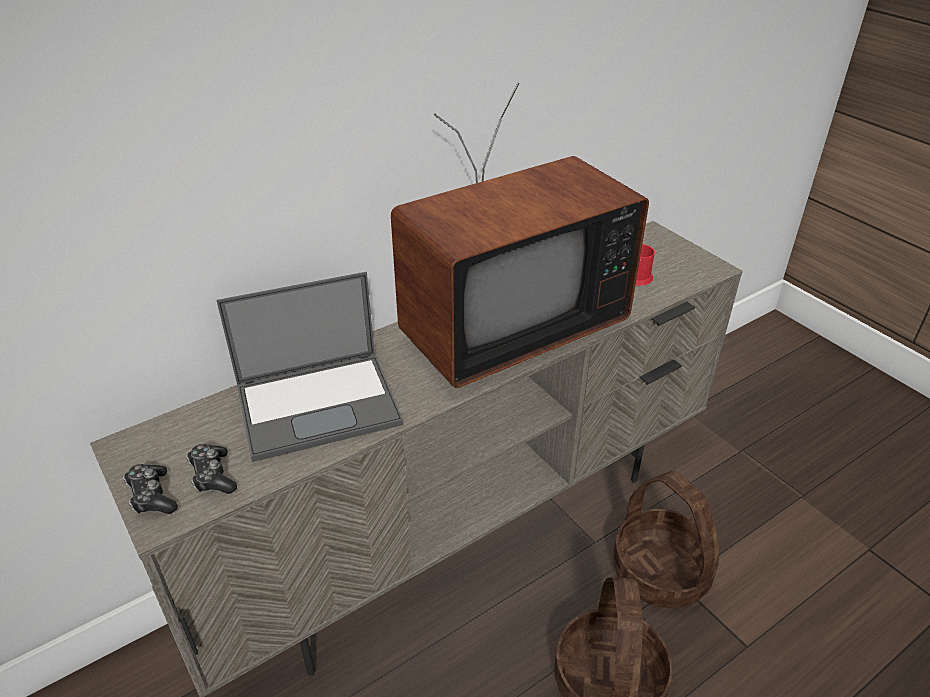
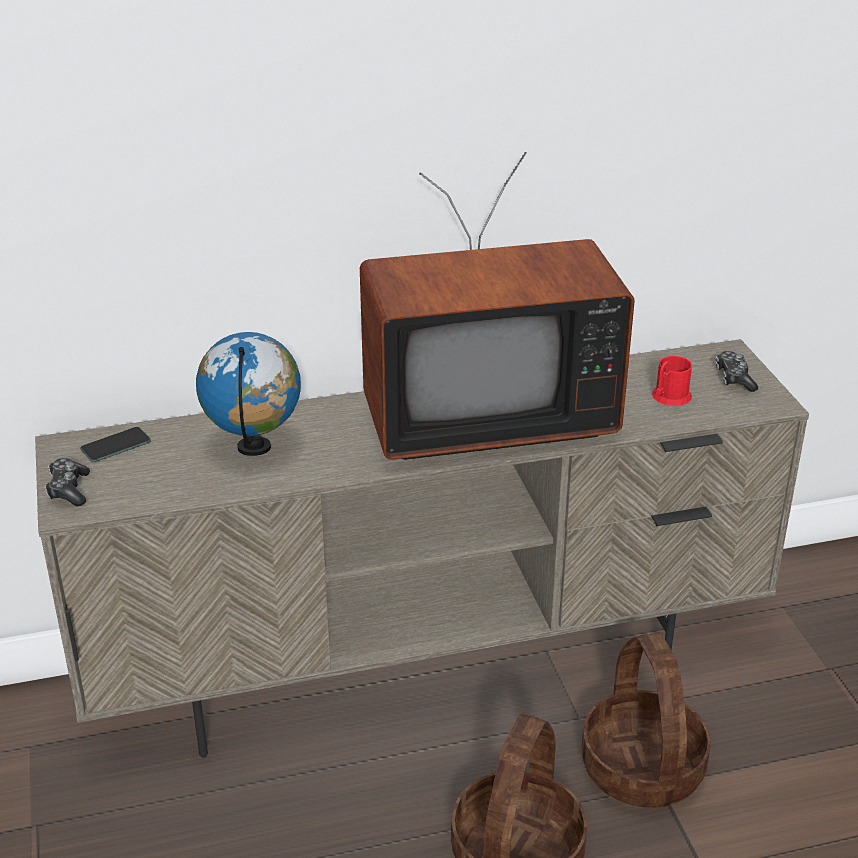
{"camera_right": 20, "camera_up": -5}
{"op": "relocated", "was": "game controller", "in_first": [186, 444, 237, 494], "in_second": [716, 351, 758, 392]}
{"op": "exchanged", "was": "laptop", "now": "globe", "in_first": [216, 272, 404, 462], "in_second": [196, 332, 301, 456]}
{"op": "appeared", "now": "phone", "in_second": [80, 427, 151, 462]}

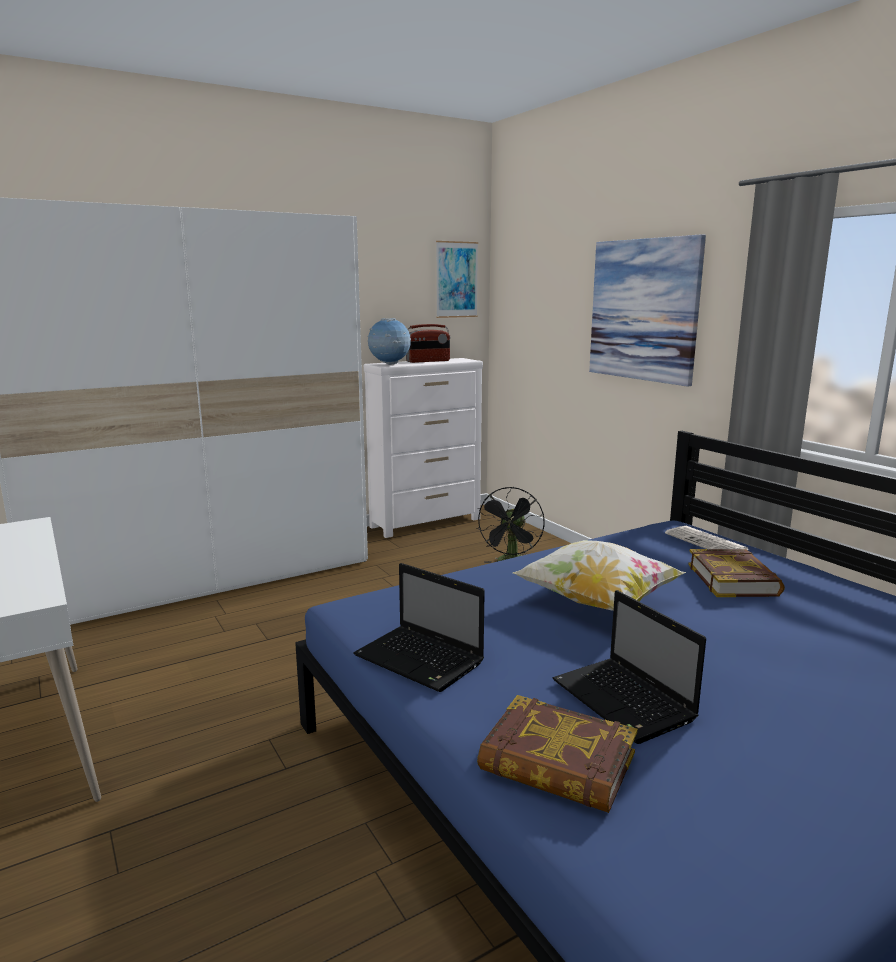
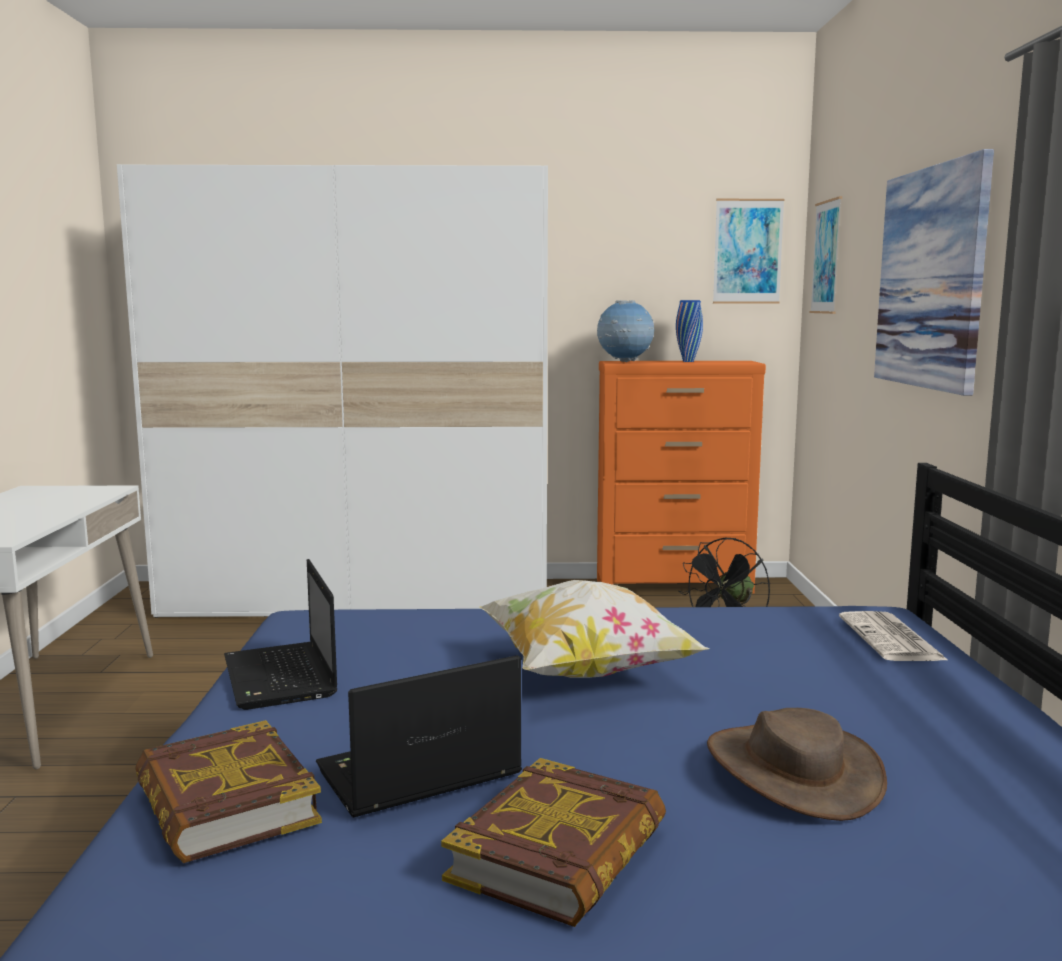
{"camera_right": 30, "camera_up": -5}
{"op": "colour", "was": "white dresser", "now": "orange dresser", "in_first": [364, 358, 483, 538], "in_second": [597, 361, 766, 593]}
{"op": "exchanged", "was": "radio", "now": "blue vase", "in_first": [406, 324, 450, 363], "in_second": [676, 300, 703, 362]}
{"op": "spun", "was": "laptop", "in_first": [553, 590, 706, 744], "in_second": [316, 655, 522, 818], "clockwise": 60}
{"op": "relocated", "was": "book", "in_first": [688, 549, 785, 597], "in_second": [441, 758, 666, 927]}
{"op": "appeared", "now": "brown hat", "in_second": [707, 708, 887, 821]}
{"op": "appeared", "now": "picture", "in_second": [809, 196, 842, 314]}

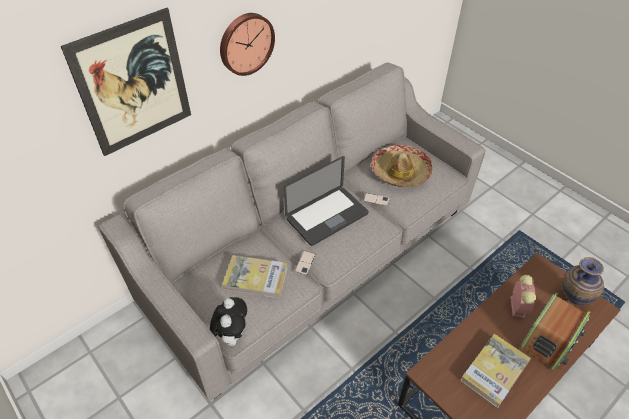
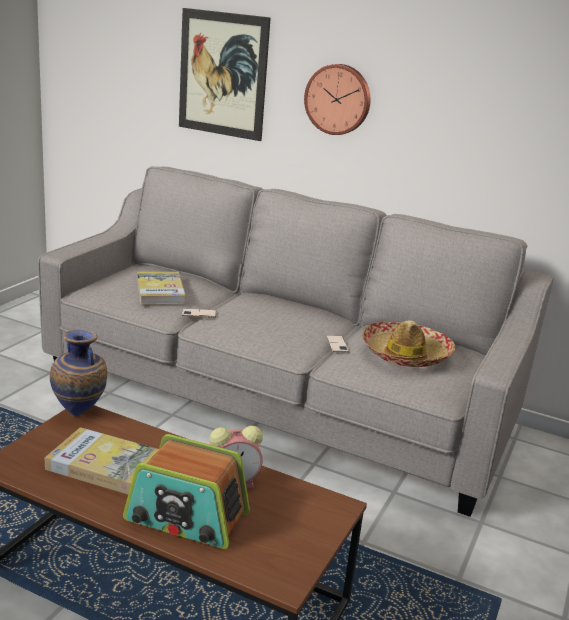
{"camera_right": 65, "camera_up": -25}
{"op": "missing", "was": "plush toy", "in_first": [210, 297, 247, 346]}
{"op": "missing", "was": "laptop", "in_first": [283, 156, 369, 246]}
{"op": "relocated", "was": "vase", "in_first": [562, 257, 604, 305], "in_second": [50, 330, 107, 417]}

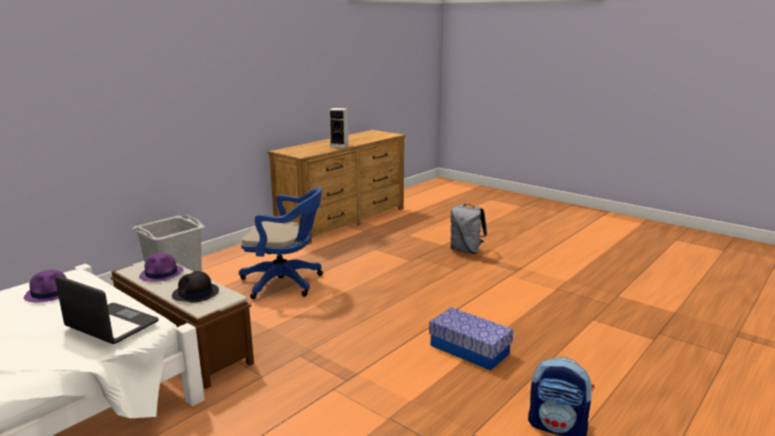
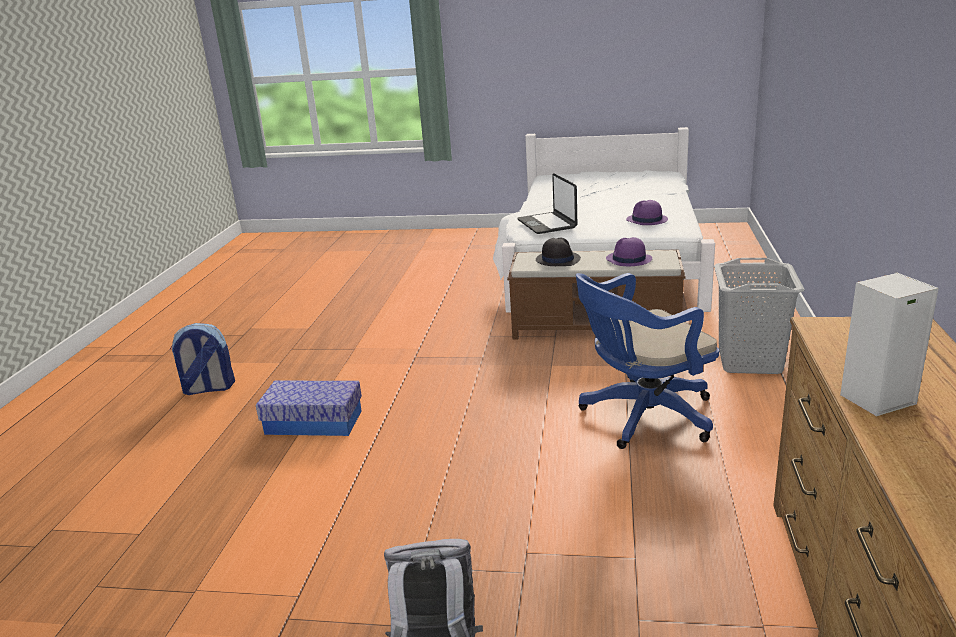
{"camera_right": 150, "camera_up": 5}
{"op": "spun", "was": "laptop", "in_first": [55, 276, 159, 344], "in_second": [517, 173, 578, 234], "clockwise": 75}

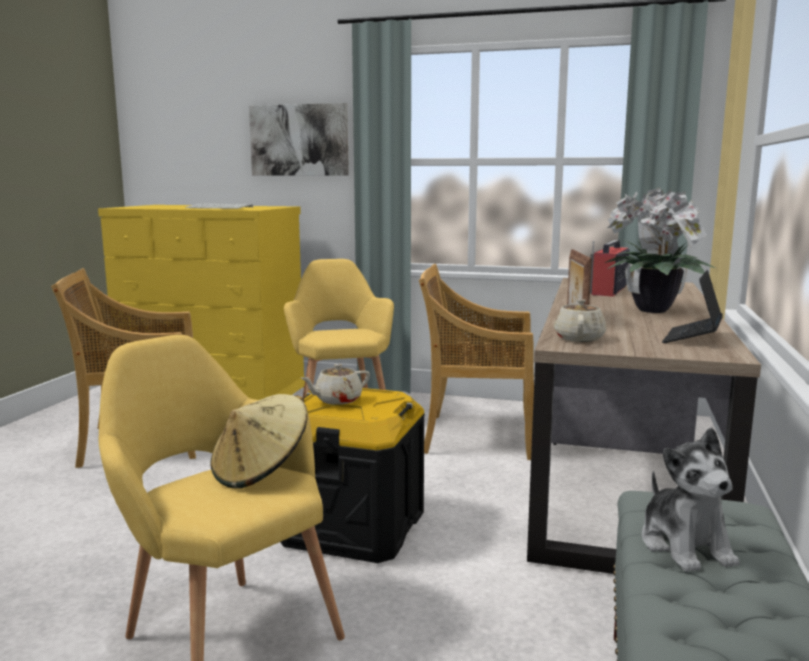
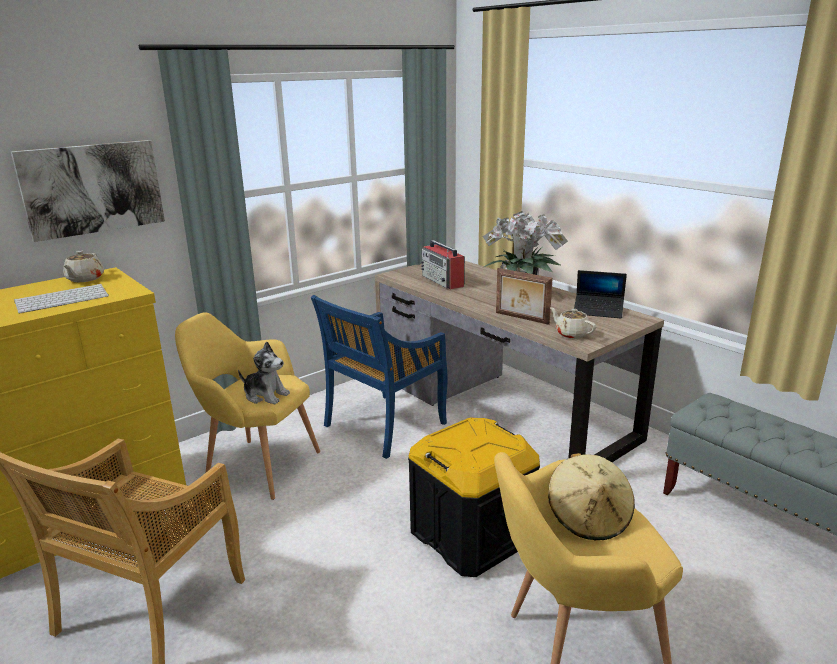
{"camera_right": -55, "camera_up": 10}
{"op": "relocated", "was": "beige teapot", "in_first": [301, 364, 370, 405], "in_second": [63, 251, 104, 282]}
{"op": "colour", "was": "beige chair", "now": "blue chair", "in_first": [419, 264, 534, 460], "in_second": [311, 295, 448, 459]}
{"op": "relocated", "was": "plush toy", "in_first": [641, 428, 739, 572], "in_second": [238, 341, 290, 404]}
{"op": "spun", "was": "laptop", "in_first": [662, 270, 723, 343], "in_second": [574, 270, 627, 318], "clockwise": -45}

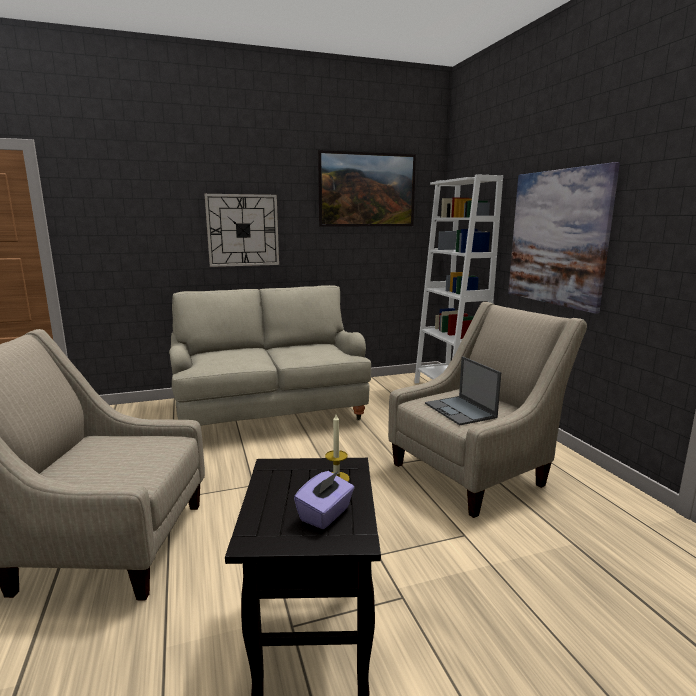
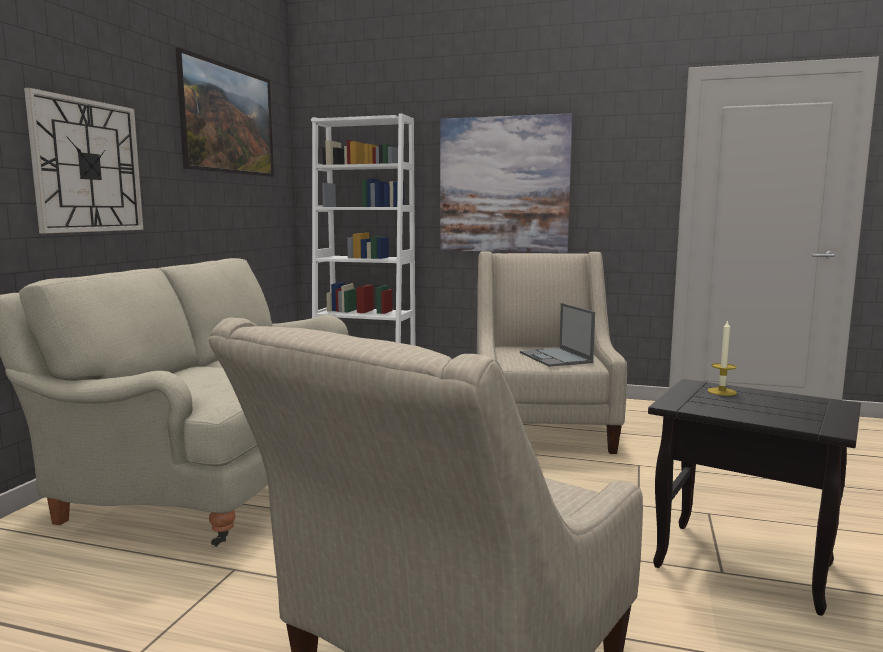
{"camera_right": -55, "camera_up": -5}
{"op": "missing", "was": "purple tissue box", "in_first": [294, 471, 354, 529]}
{"op": "spun", "was": "laptop", "in_first": [425, 356, 501, 425], "in_second": [520, 303, 595, 367], "clockwise": 60}

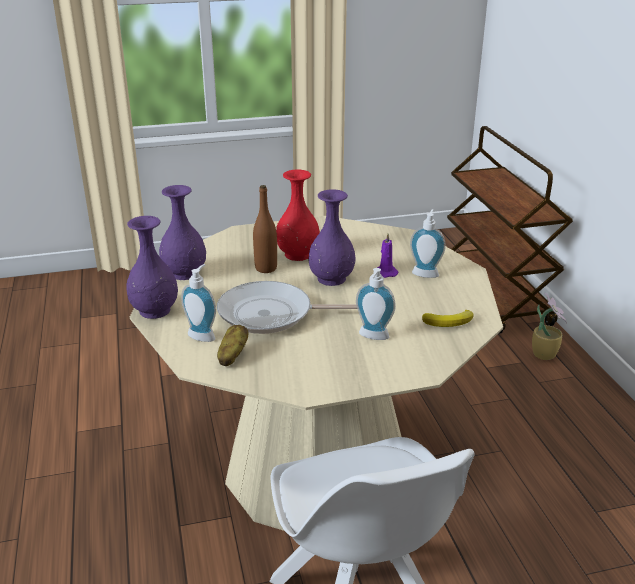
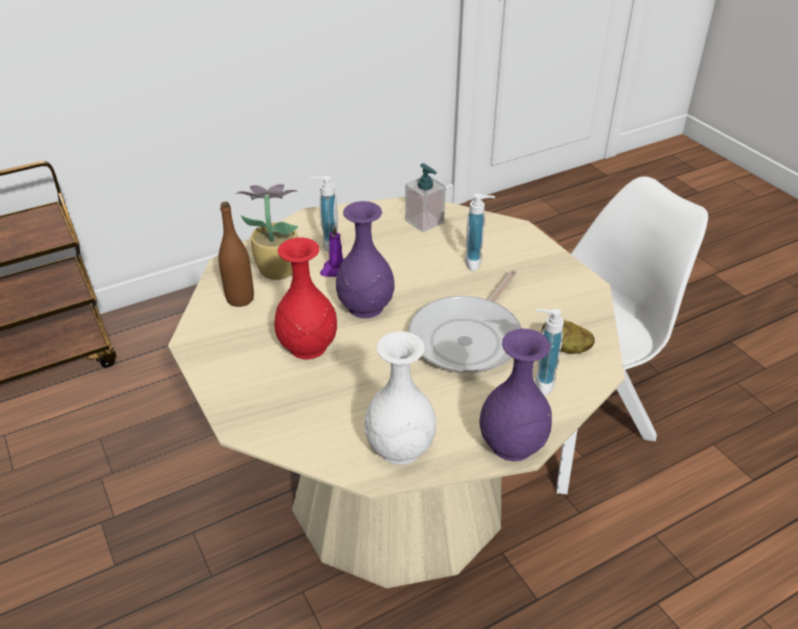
{"camera_right": -105, "camera_up": 10}
{"op": "colour", "was": "purple vase", "now": "white vase", "in_first": [159, 185, 206, 280], "in_second": [365, 331, 436, 465]}
{"op": "spun", "was": "frying pan", "in_first": [217, 281, 357, 334], "in_second": [409, 270, 522, 374], "clockwise": 45}
{"op": "relocated", "was": "brown bottle", "in_first": [253, 185, 277, 273], "in_second": [218, 202, 254, 307]}
{"op": "exchanged", "was": "banana", "now": "soap dispenser", "in_first": [422, 310, 474, 327], "in_second": [405, 163, 446, 232]}
{"op": "relocated", "was": "potted plant", "in_first": [532, 292, 567, 360], "in_second": [235, 183, 299, 280]}

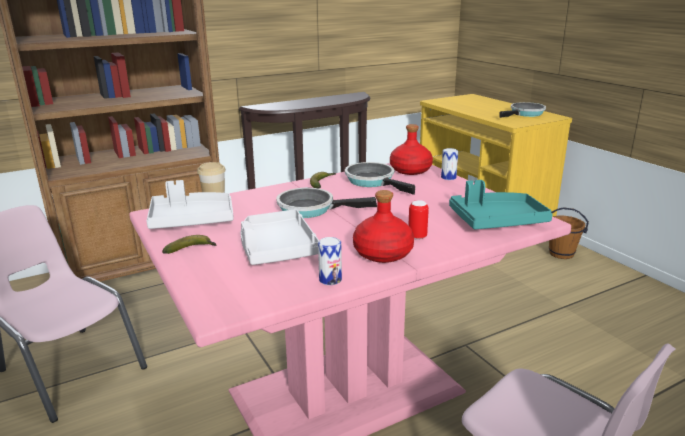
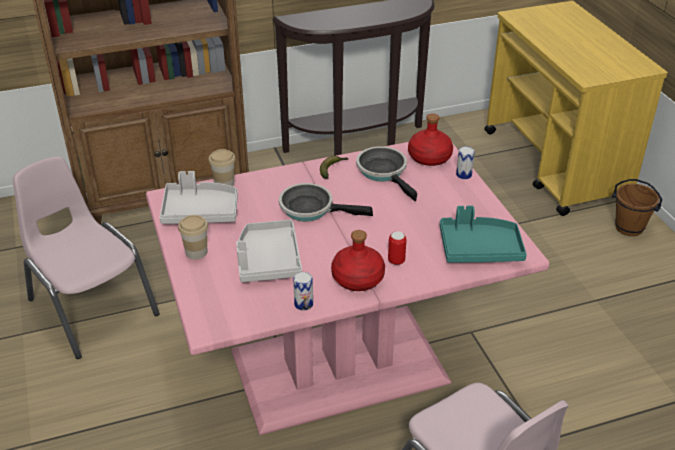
{"camera_right": 10, "camera_up": 15}
{"op": "exchanged", "was": "banana", "now": "cup", "in_first": [162, 235, 217, 254], "in_second": [178, 215, 208, 260]}
{"op": "missing", "was": "frying pan", "in_first": [500, 102, 546, 118]}

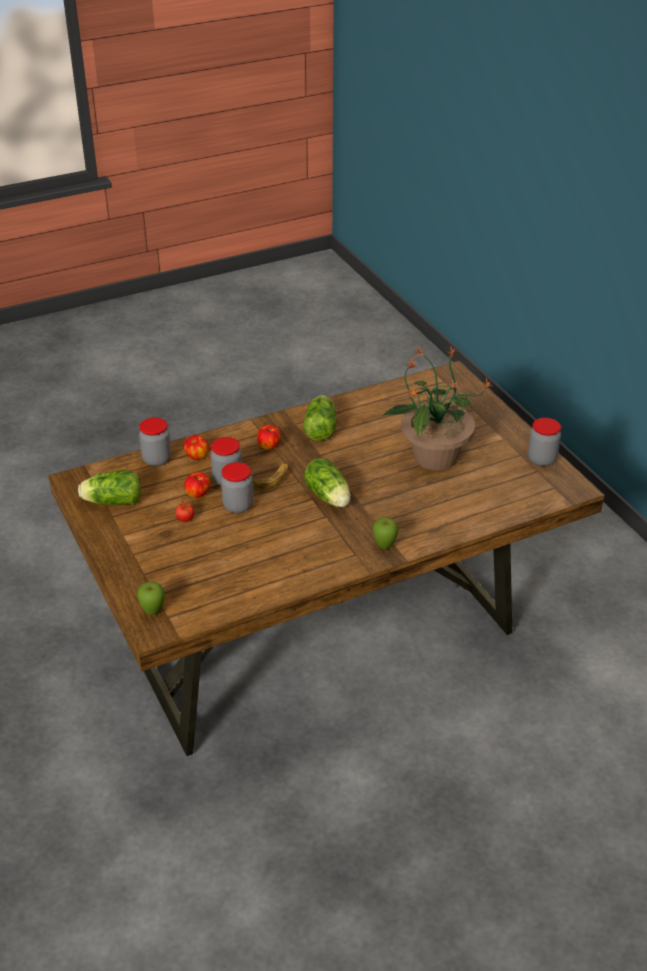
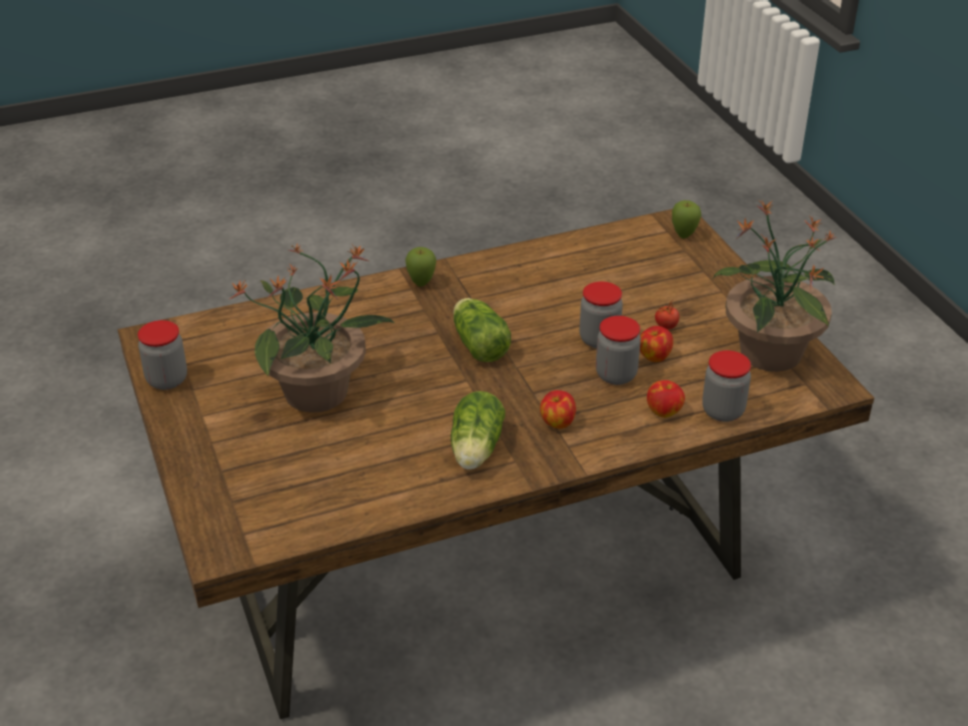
{"camera_right": -175, "camera_up": 0}
{"op": "exchanged", "was": "lettuce", "now": "potted plant", "in_first": [78, 470, 141, 505], "in_second": [713, 200, 837, 372]}
{"op": "missing", "was": "banana", "in_first": [253, 463, 288, 489]}

